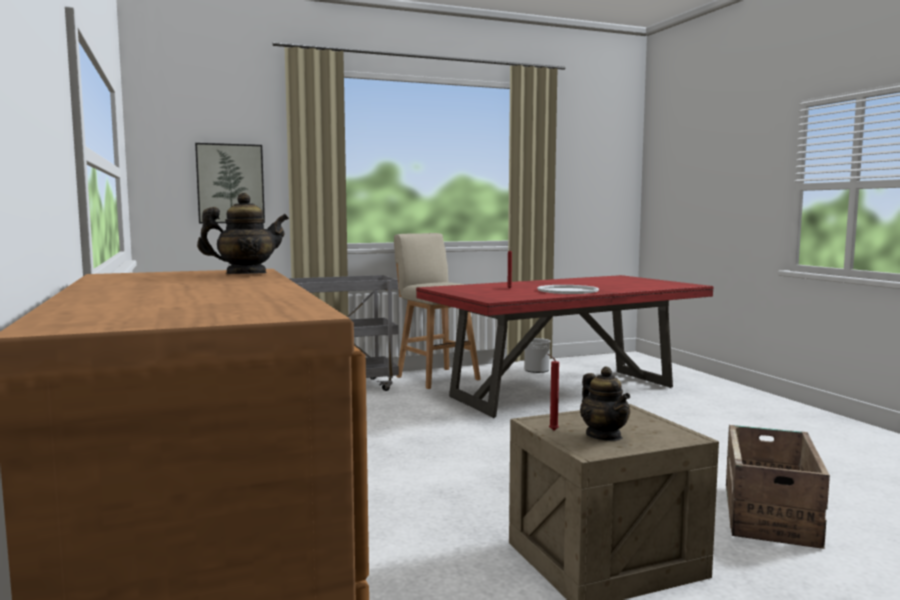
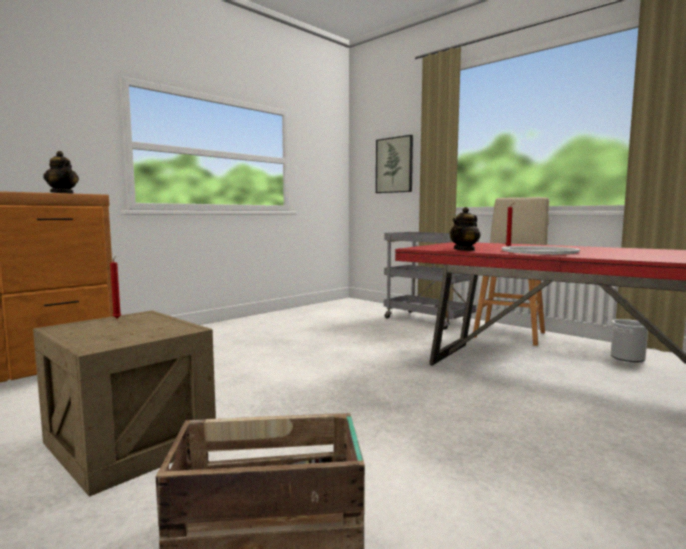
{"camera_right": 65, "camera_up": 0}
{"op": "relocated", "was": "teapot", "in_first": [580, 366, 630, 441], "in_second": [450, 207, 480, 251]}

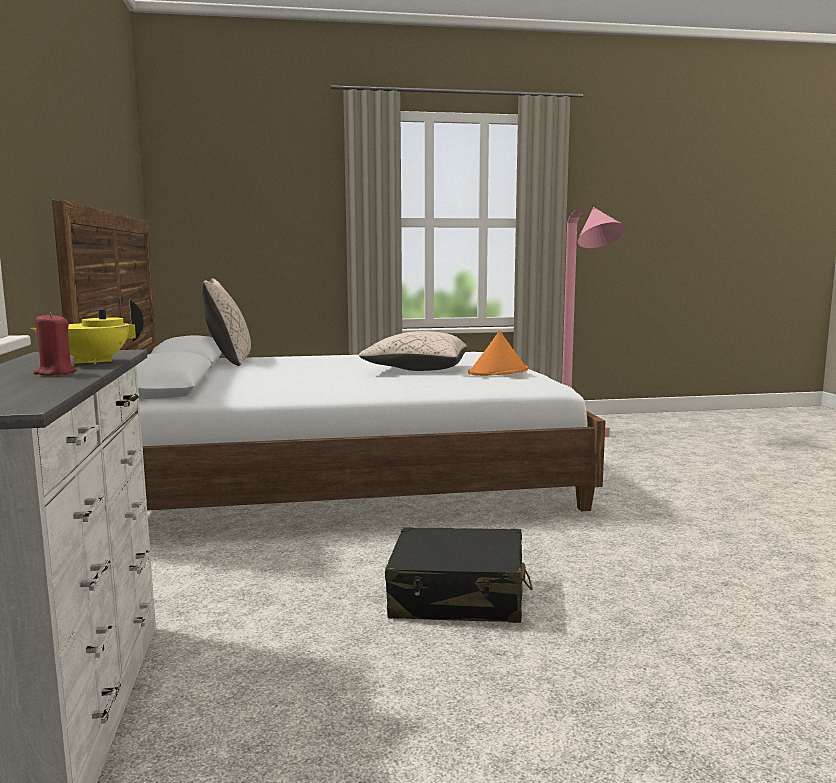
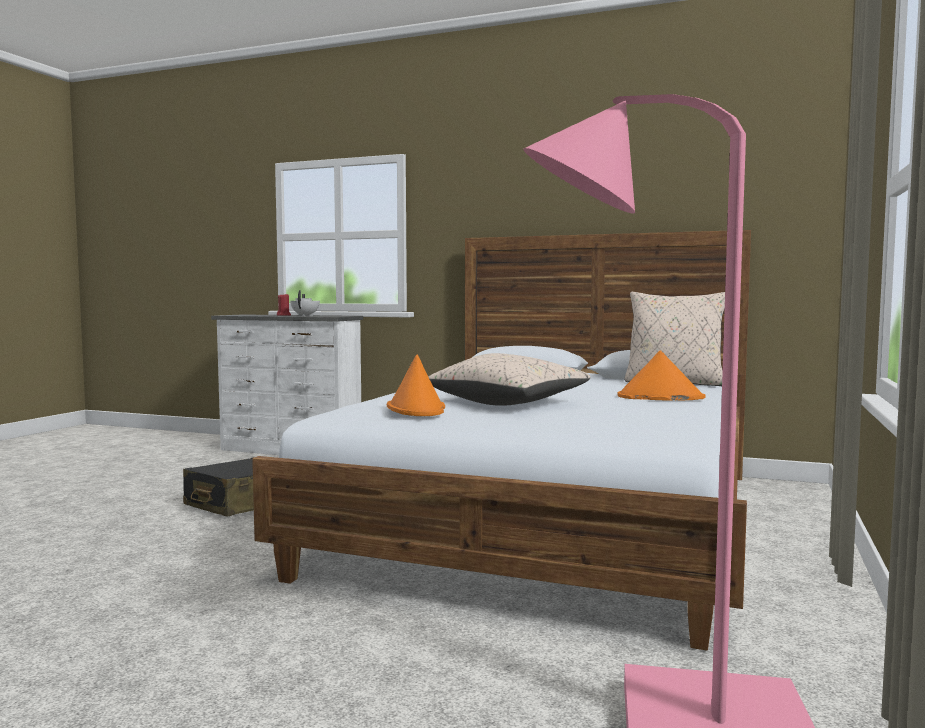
{"camera_right": 120, "camera_up": -5}
{"op": "colour", "was": "yellow teapot", "now": "white teapot", "in_first": [30, 299, 144, 364], "in_second": [290, 290, 320, 316]}
{"op": "appeared", "now": "orange hat", "in_second": [618, 351, 706, 401]}

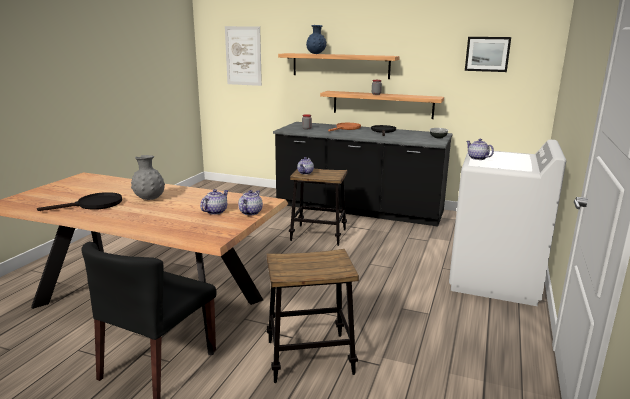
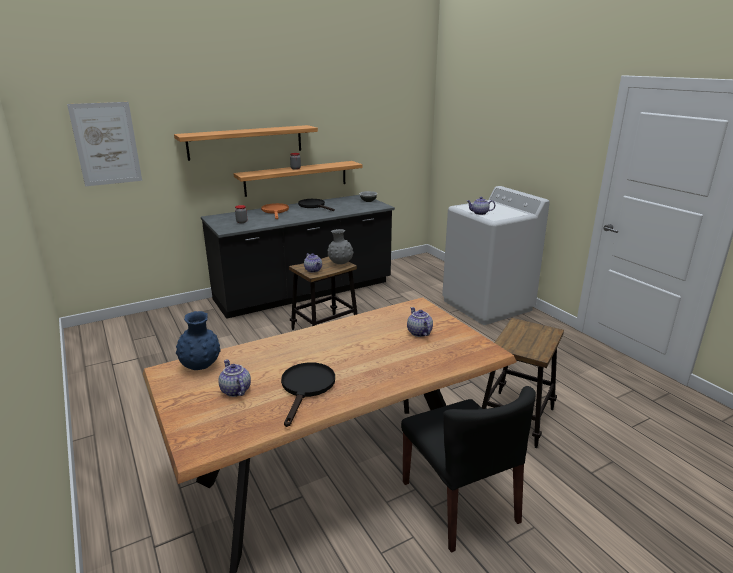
{"camera_right": -50, "camera_up": 5}
{"op": "relocated", "was": "grey vase", "in_first": [131, 155, 165, 200], "in_second": [328, 229, 354, 264]}
{"op": "relocated", "was": "teapot", "in_first": [238, 190, 263, 215], "in_second": [218, 360, 251, 397]}
{"op": "relocated", "was": "blue vase", "in_first": [306, 25, 326, 54], "in_second": [176, 311, 221, 370]}
{"op": "missing", "was": "picture", "in_first": [465, 37, 511, 72]}

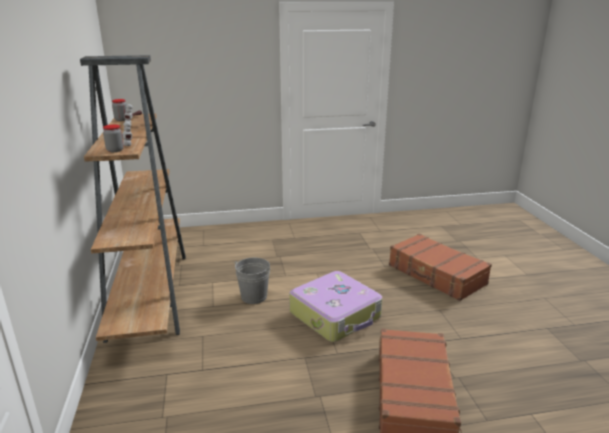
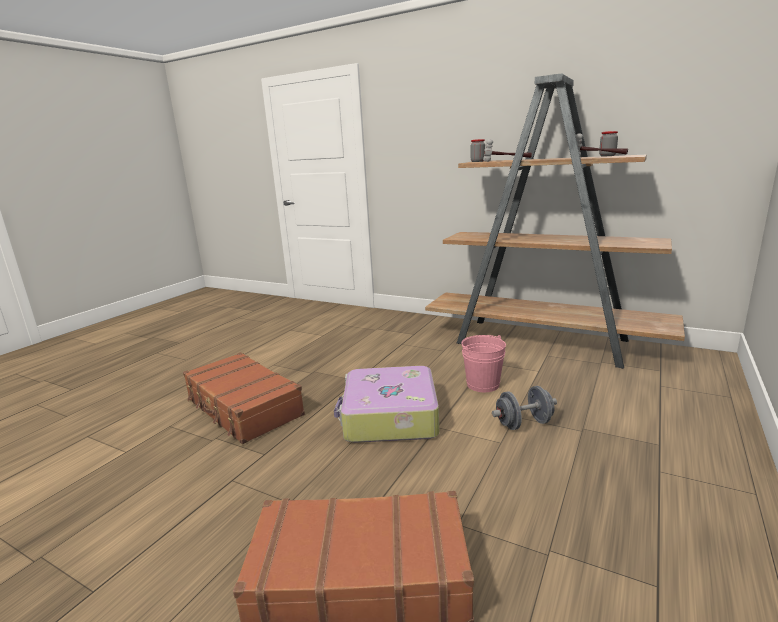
{"camera_right": 130, "camera_up": -5}
{"op": "colour", "was": "grey bucket", "now": "pink bucket", "in_first": [234, 258, 271, 304], "in_second": [461, 335, 506, 392]}
{"op": "appeared", "now": "grey dumbbell", "in_second": [492, 386, 557, 430]}

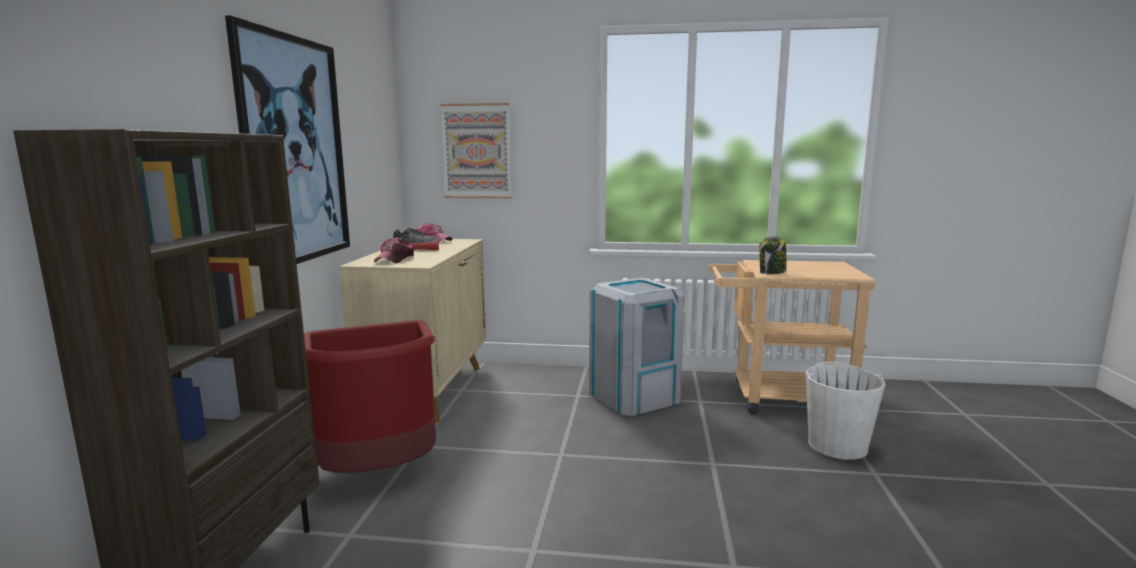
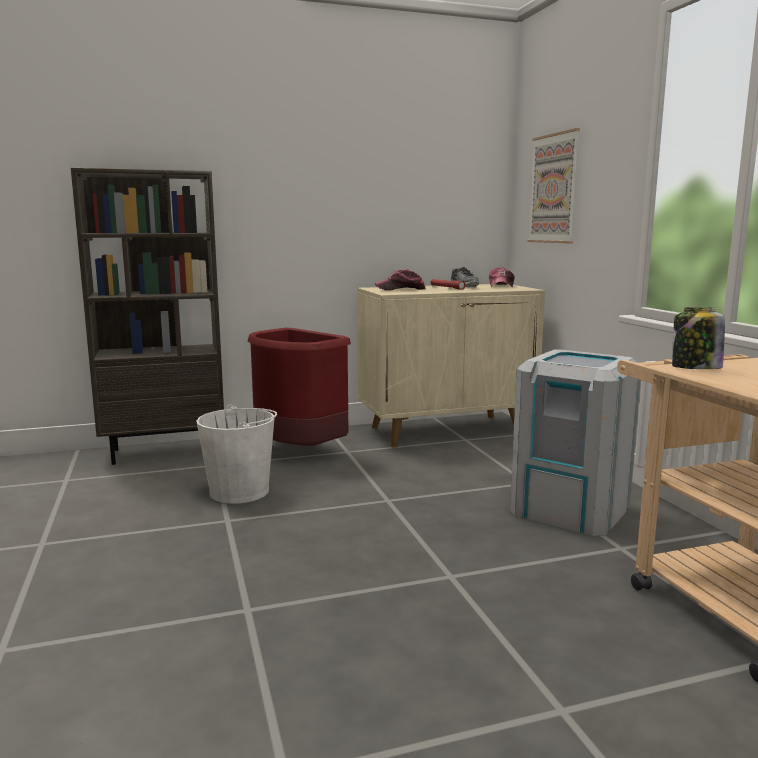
{"camera_right": 65, "camera_up": 0}
{"op": "missing", "was": "picture", "in_first": [225, 15, 350, 264]}
{"op": "relocated", "was": "white bucket", "in_first": [806, 362, 885, 460], "in_second": [196, 405, 277, 504]}

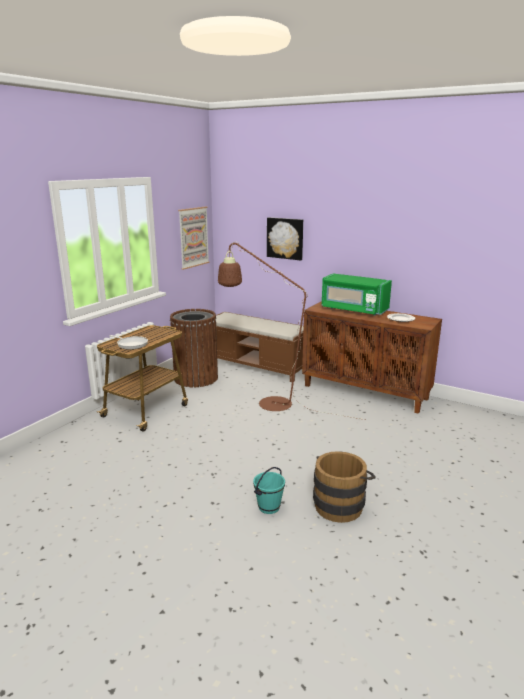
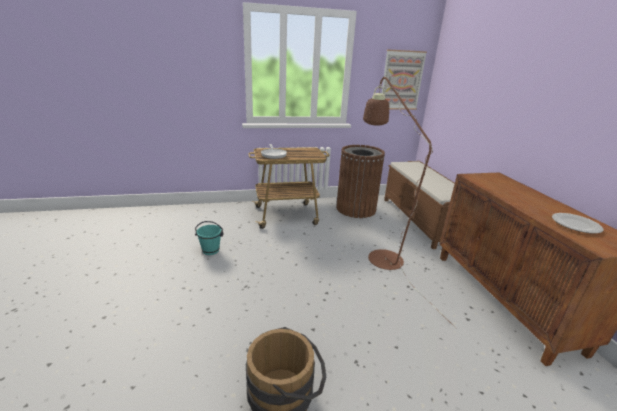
{"camera_right": 45, "camera_up": 5}
{"op": "relocated", "was": "turquoise bucket", "in_first": [253, 467, 285, 514], "in_second": [195, 221, 224, 255]}
{"op": "missing", "was": "picture", "in_first": [267, 217, 303, 260]}
{"op": "missing", "was": "green microwave", "in_first": [321, 273, 392, 316]}

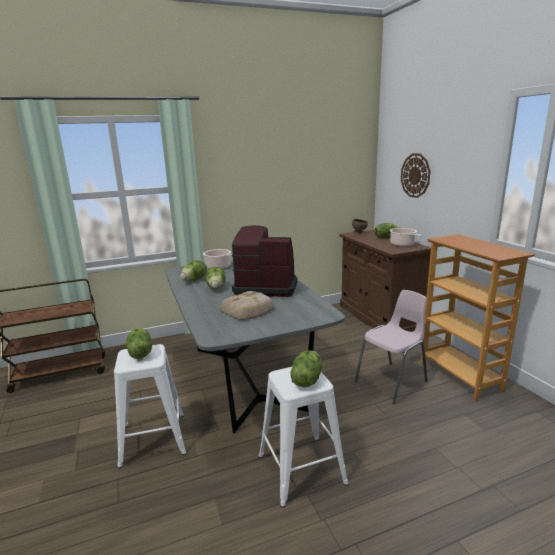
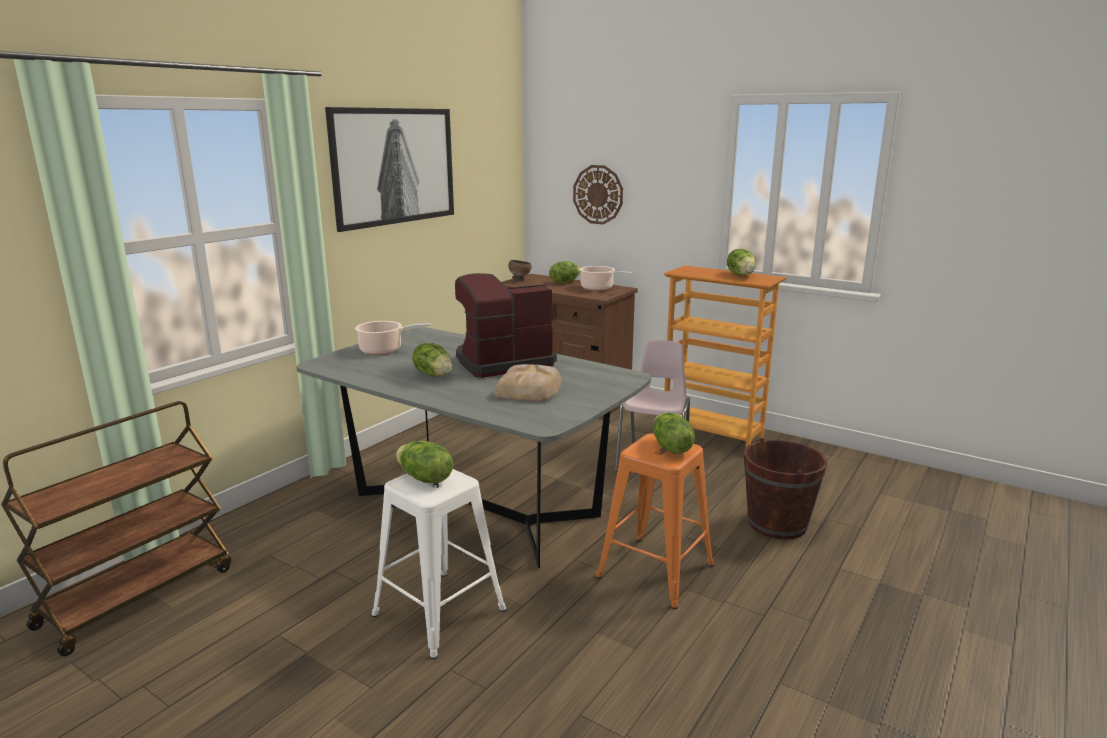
{"camera_right": -35, "camera_up": 0}
{"op": "relocated", "was": "lettuce", "in_first": [180, 260, 207, 281], "in_second": [727, 249, 756, 276]}
{"op": "colour", "was": "white stool", "now": "orange stool", "in_first": [258, 367, 349, 508], "in_second": [596, 433, 714, 609]}
{"op": "appeared", "now": "picture", "in_second": [325, 107, 454, 232]}
{"op": "appeared", "now": "brown bucket", "in_second": [744, 438, 828, 539]}

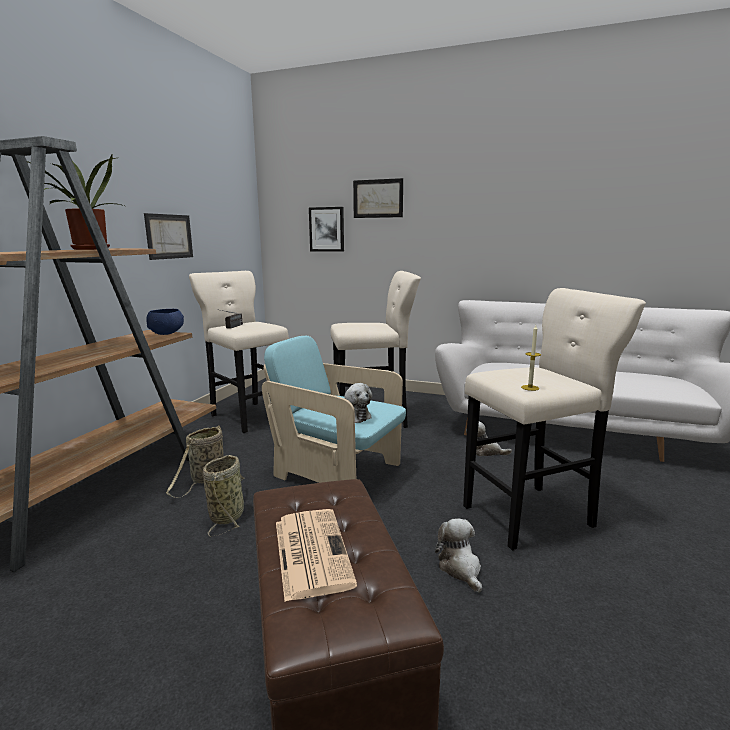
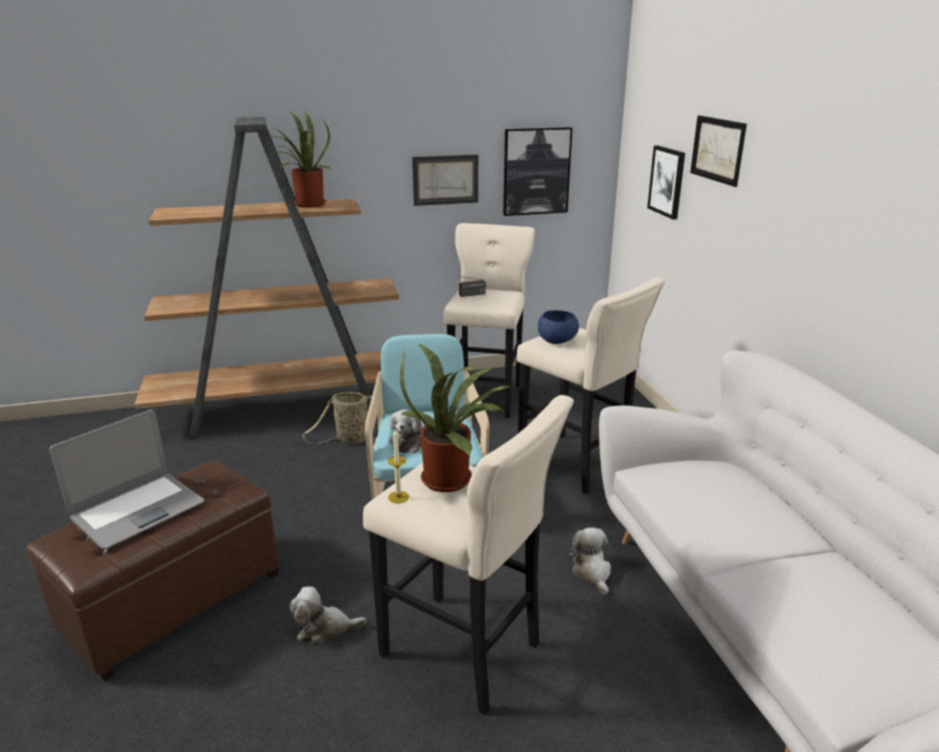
{"camera_right": 55, "camera_up": 10}
{"op": "relocated", "was": "blue bowl", "in_first": [146, 309, 184, 335], "in_second": [538, 310, 579, 344]}
{"op": "missing", "was": "basket", "in_first": [203, 455, 244, 537]}
{"op": "exchanged", "was": "newspaper", "now": "laptop", "in_first": [276, 509, 357, 602], "in_second": [49, 410, 204, 549]}
{"op": "spun", "was": "plush toy", "in_first": [435, 519, 482, 593], "in_second": [290, 587, 367, 645], "clockwise": -135}
{"op": "appeared", "now": "potted plant", "in_second": [400, 343, 512, 492]}
{"op": "appeared", "now": "picture", "in_second": [503, 127, 572, 216]}

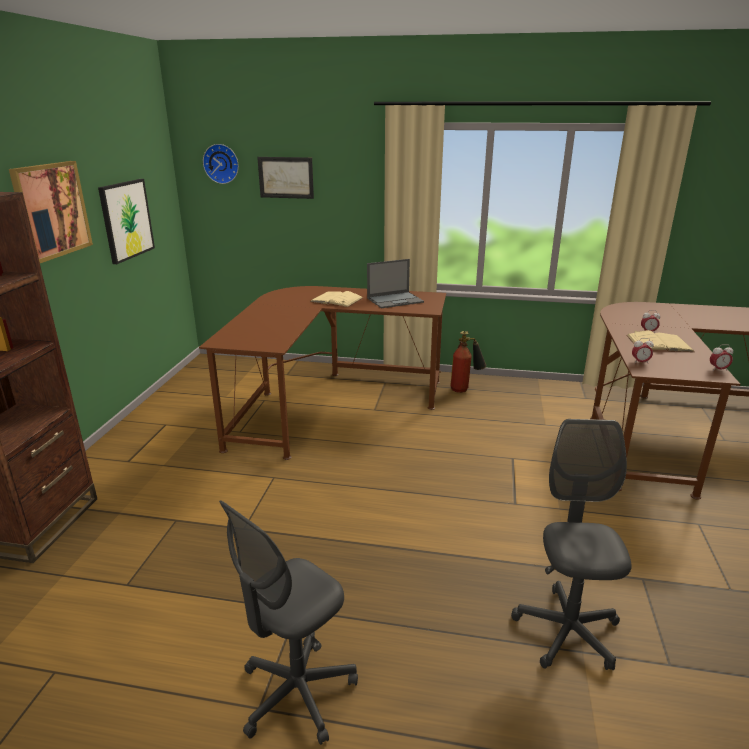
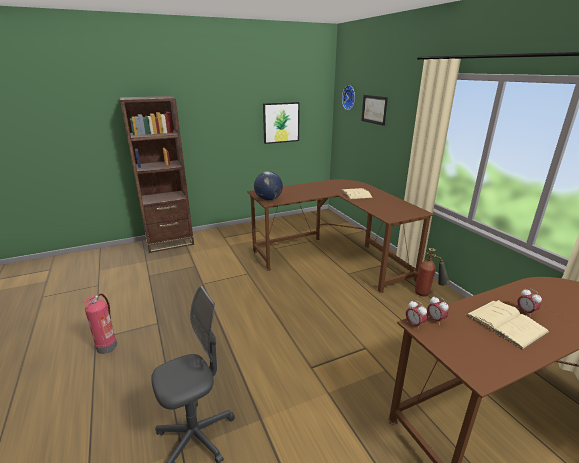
{"camera_right": 55, "camera_up": 0}
{"op": "missing", "was": "picture", "in_first": [9, 161, 93, 263]}
{"op": "exchanged", "was": "grey office chair", "now": "fire extinguisher", "in_first": [219, 500, 358, 745], "in_second": [83, 294, 117, 354]}
{"op": "missing", "was": "laptop", "in_first": [367, 259, 424, 308]}
{"op": "relocated", "was": "alarm clock", "in_first": [710, 345, 733, 371], "in_second": [406, 300, 427, 330]}
{"op": "appeared", "now": "globe", "in_second": [254, 171, 283, 201]}

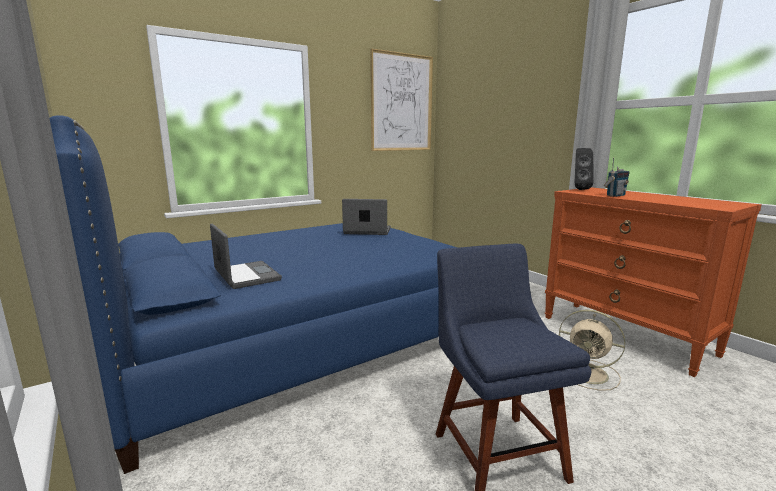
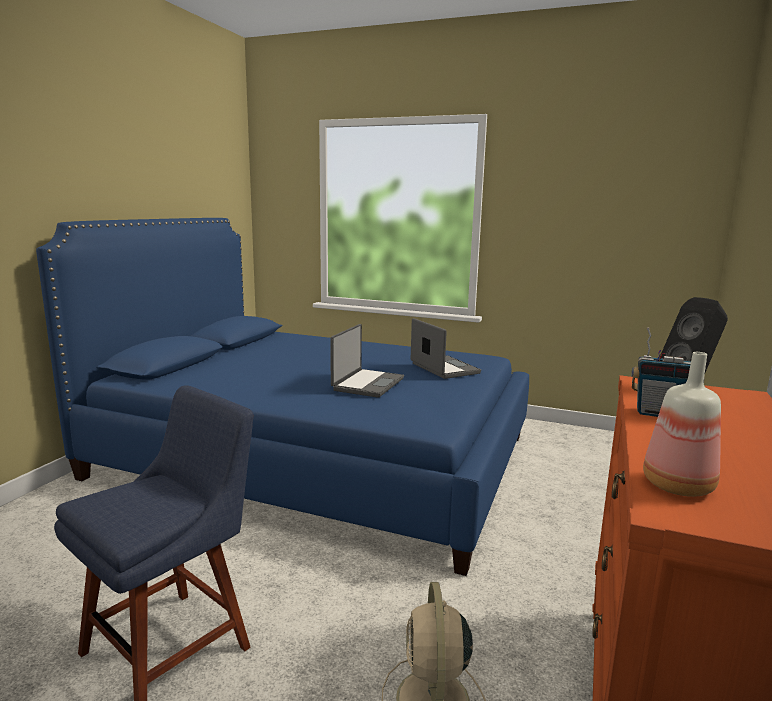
{"camera_right": 55, "camera_up": 0}
{"op": "relocated", "was": "laptop", "in_first": [210, 224, 282, 289], "in_second": [330, 324, 404, 398]}
{"op": "missing", "was": "picture", "in_first": [370, 49, 433, 151]}
{"op": "appeared", "now": "bottle", "in_second": [643, 352, 721, 497]}

